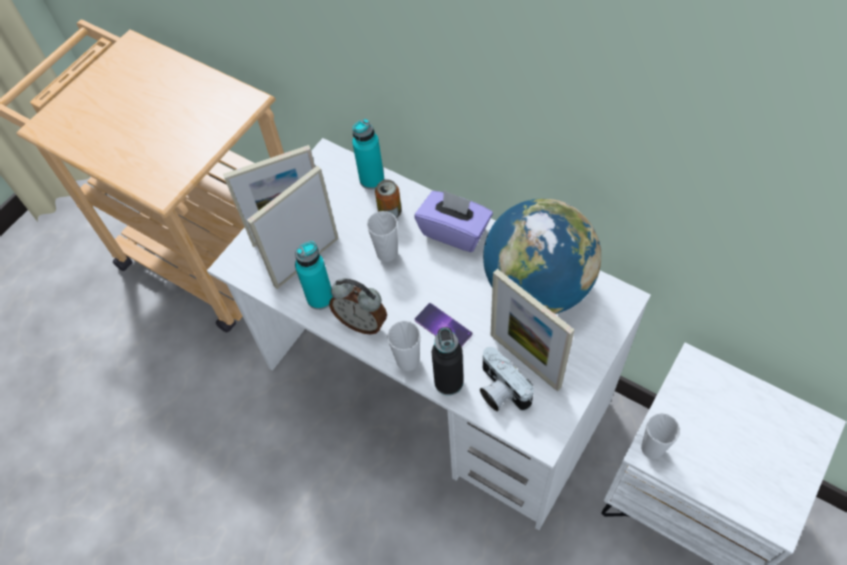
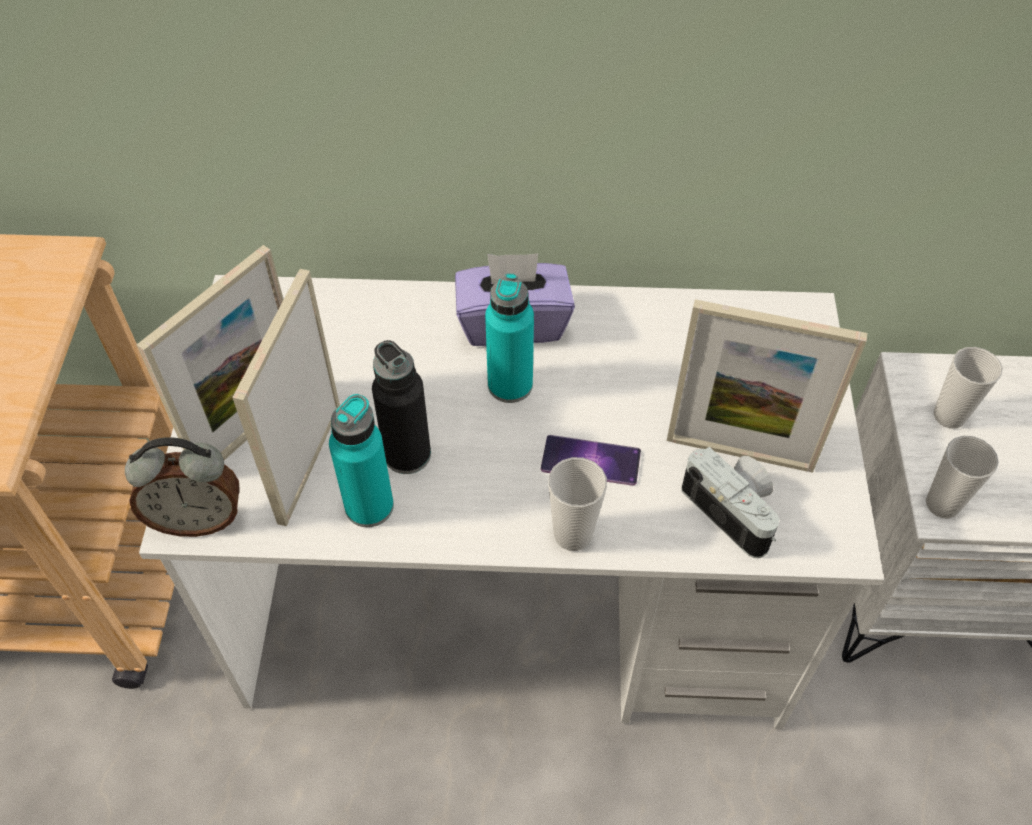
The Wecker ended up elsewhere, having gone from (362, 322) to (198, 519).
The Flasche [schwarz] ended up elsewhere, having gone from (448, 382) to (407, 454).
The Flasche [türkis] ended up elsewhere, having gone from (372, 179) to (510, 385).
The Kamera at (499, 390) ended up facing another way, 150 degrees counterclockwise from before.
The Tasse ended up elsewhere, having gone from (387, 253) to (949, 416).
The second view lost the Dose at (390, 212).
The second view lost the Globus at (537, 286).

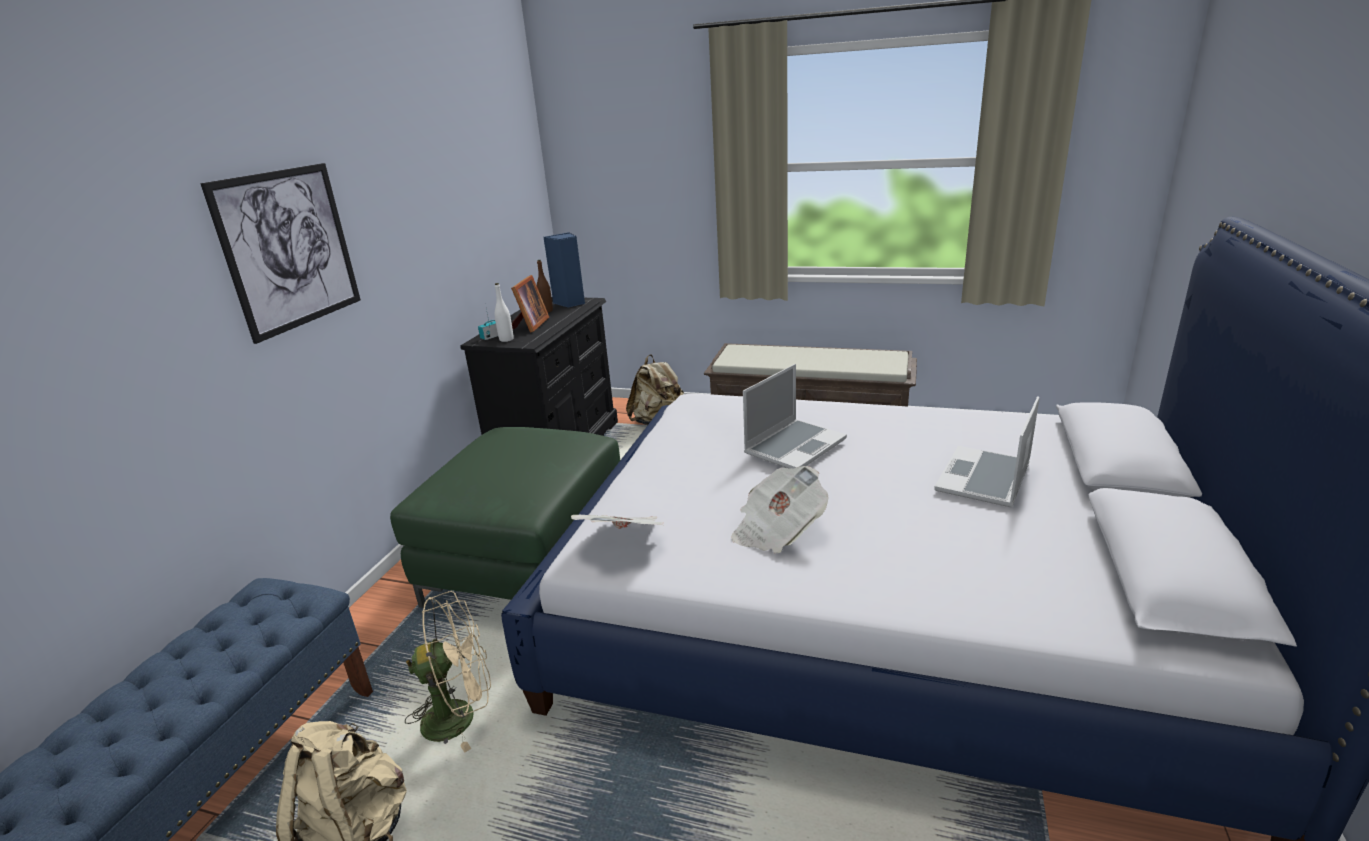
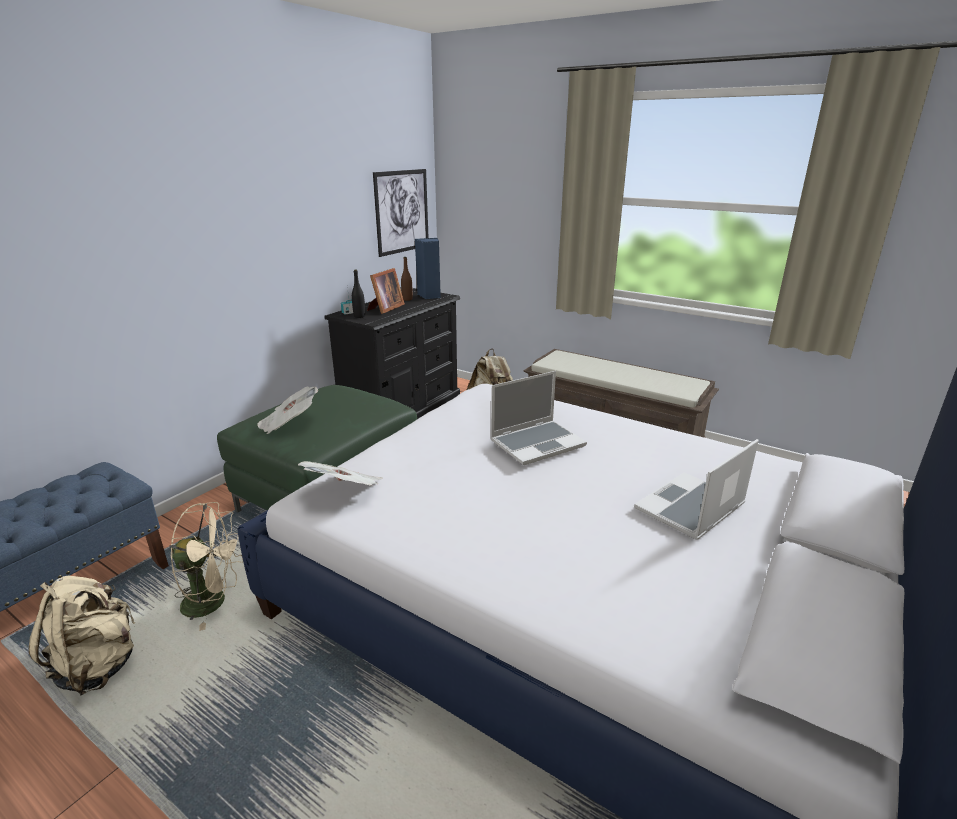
The Zeitung ended up elsewhere, having gone from (777, 530) to (289, 424).
What was the Flasche [weiß] at (506, 339) turned into the Flasche [schwarz] at (359, 316).
The Bild ended up elsewhere, having gone from (289, 249) to (402, 211).

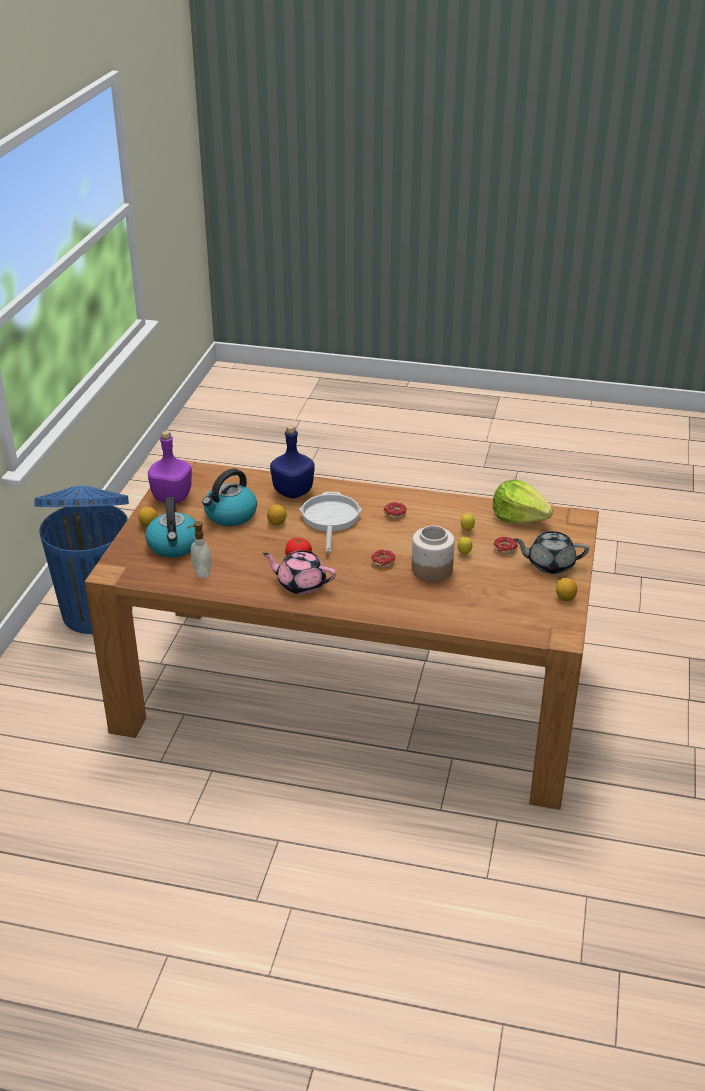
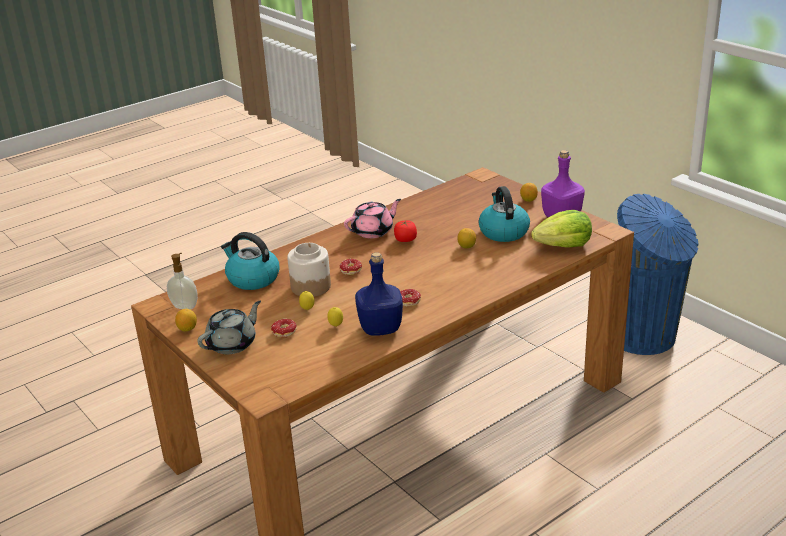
The Seifenspender ended up elsewhere, having gone from (201, 572) to (185, 306).
The Wasserkessel ended up elsewhere, having gone from (174, 546) to (252, 279).
The Flasche [blau] ended up elsewhere, having gone from (293, 491) to (381, 329).
The Salatkopf ended up elsewhere, having gone from (519, 517) to (564, 246).
The second view lost the Pfanne at (330, 519).

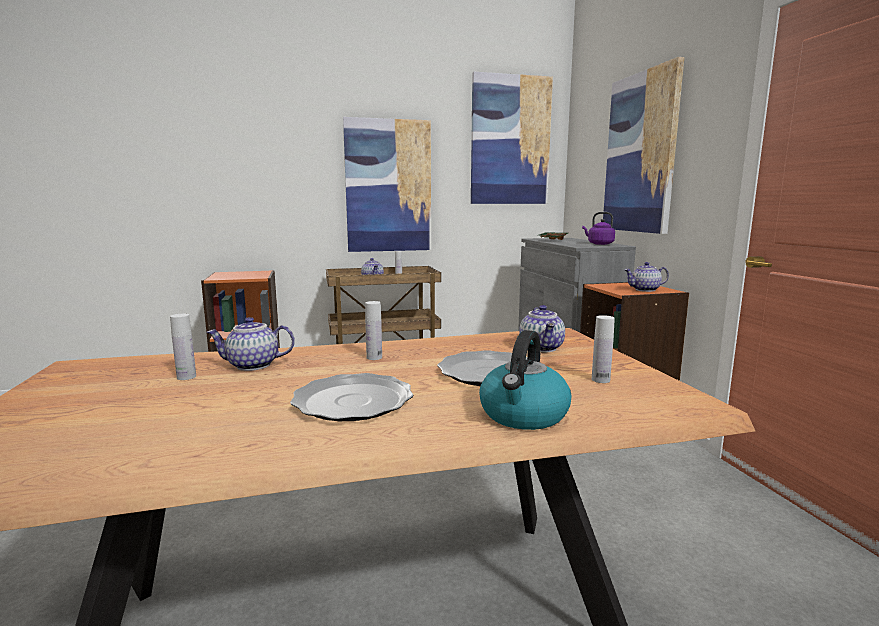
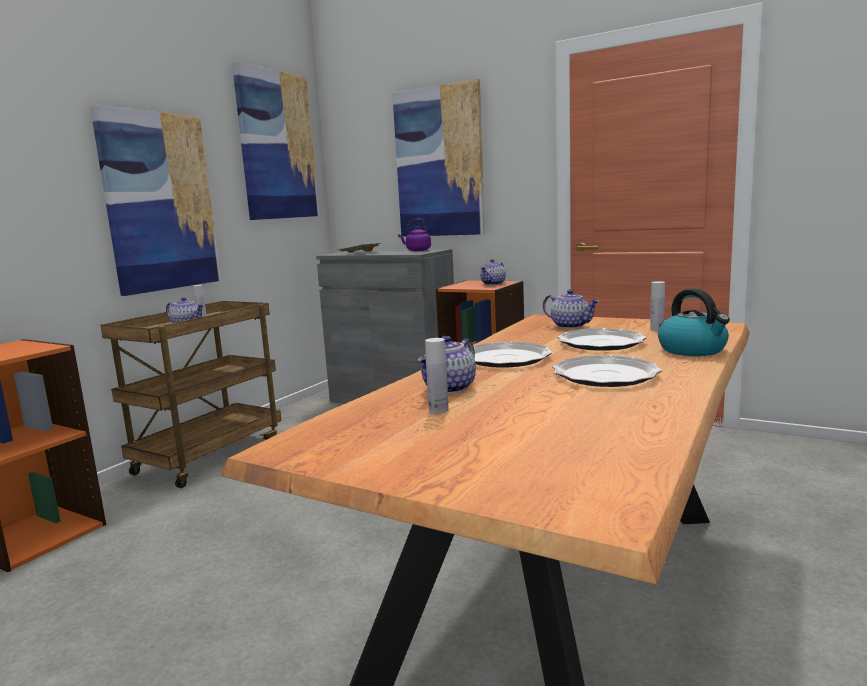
Where the Flasche [weiß] stood at (374, 357), the Teller came to stand at (506, 358).

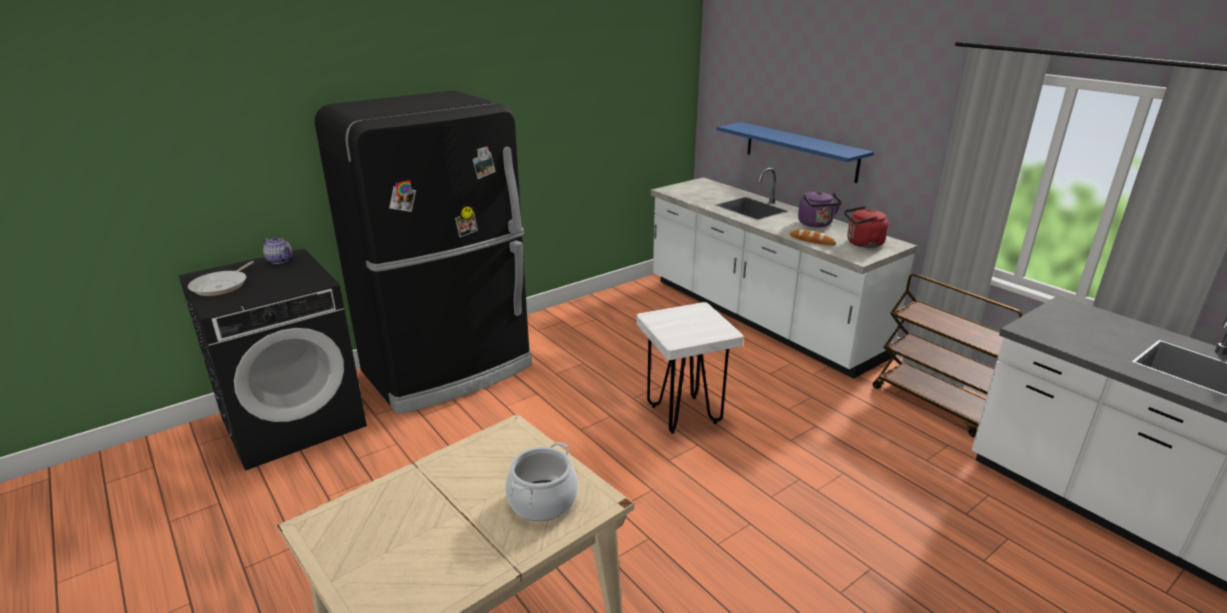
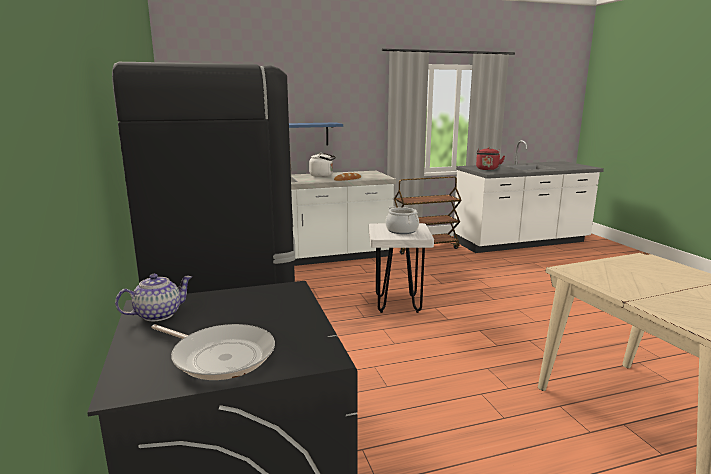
What was the Wasserkessel [lila] at (816, 224) turned into the Wasserkessel [weiß] at (323, 176).
The Kochtopf ended up elsewhere, having gone from (542, 501) to (402, 230).
The Wasserkessel [rot] ended up elsewhere, having gone from (862, 243) to (487, 169).

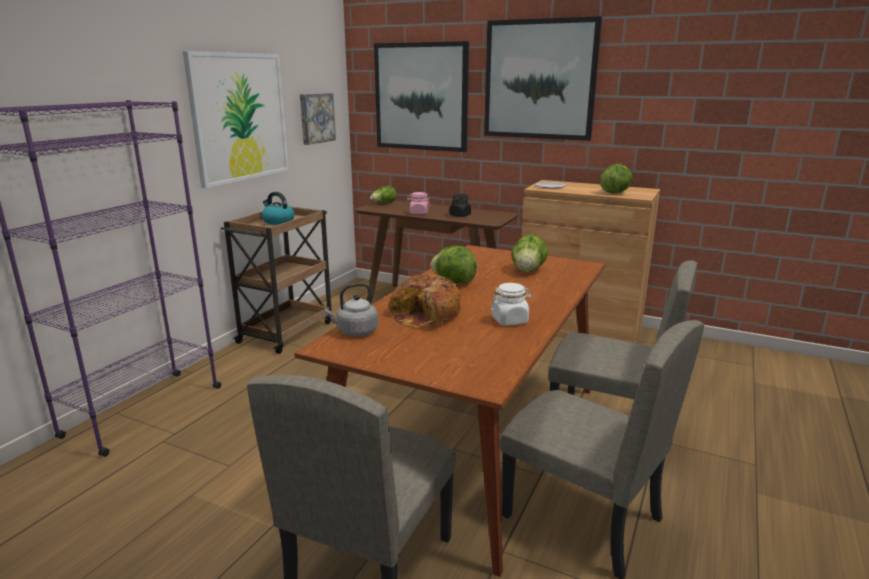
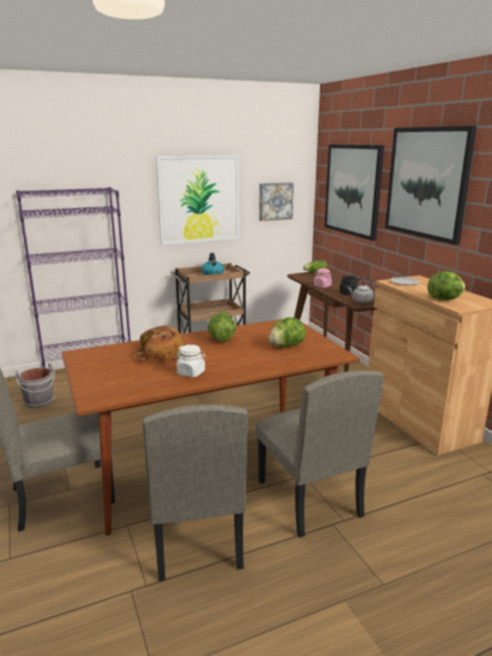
The second view gained the Eimer [grau] at (39, 402).
The Wasserkessel [grau] ended up elsewhere, having gone from (355, 332) to (361, 301).

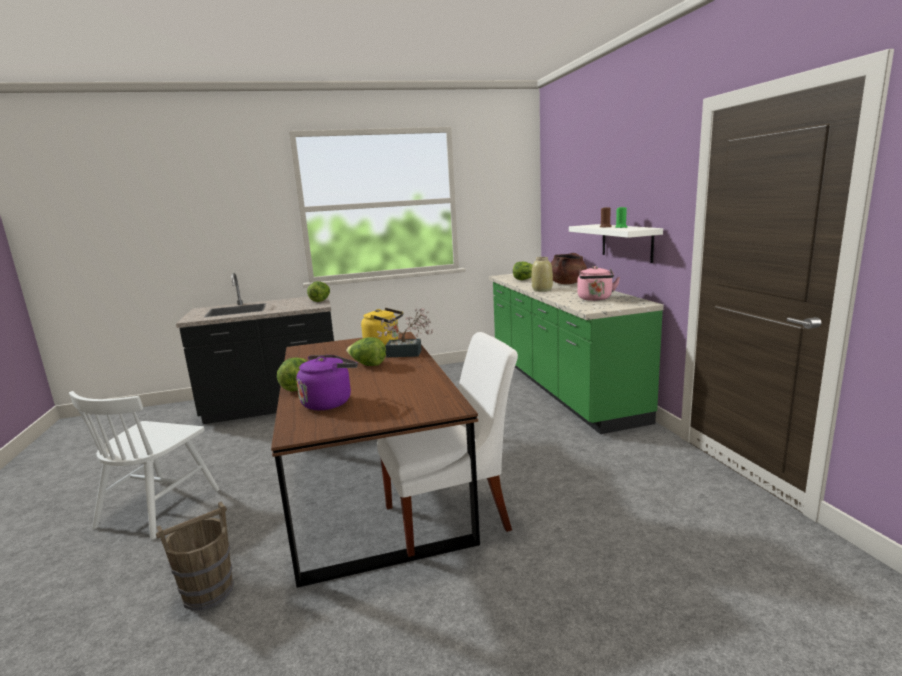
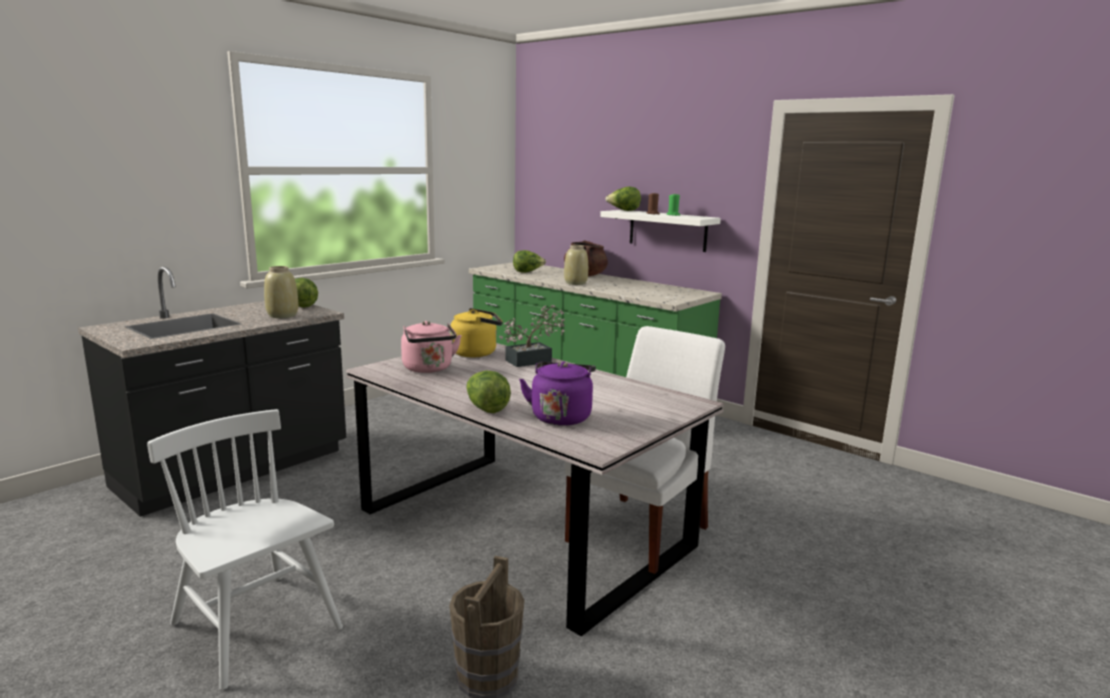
The Stuhl [weiß] at (159, 507) ended up facing another way, 150 degrees clockwise from before.
The second view gained the Vase [beige] at (283, 315).
What was the Esstisch [braun] at (375, 486) turned into the Esstisch [grau] at (524, 526).
The Wasserkessel [rosa] ended up elsewhere, having gone from (595, 299) to (429, 369).
The Salatkopf ended up elsewhere, having gone from (367, 365) to (624, 210).

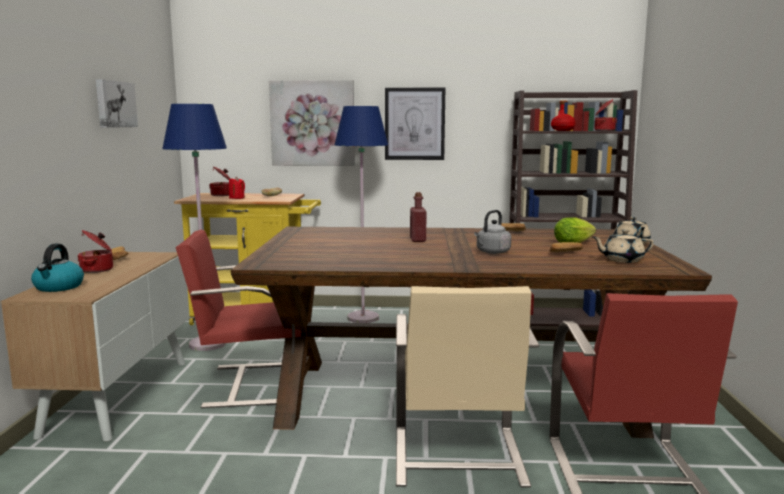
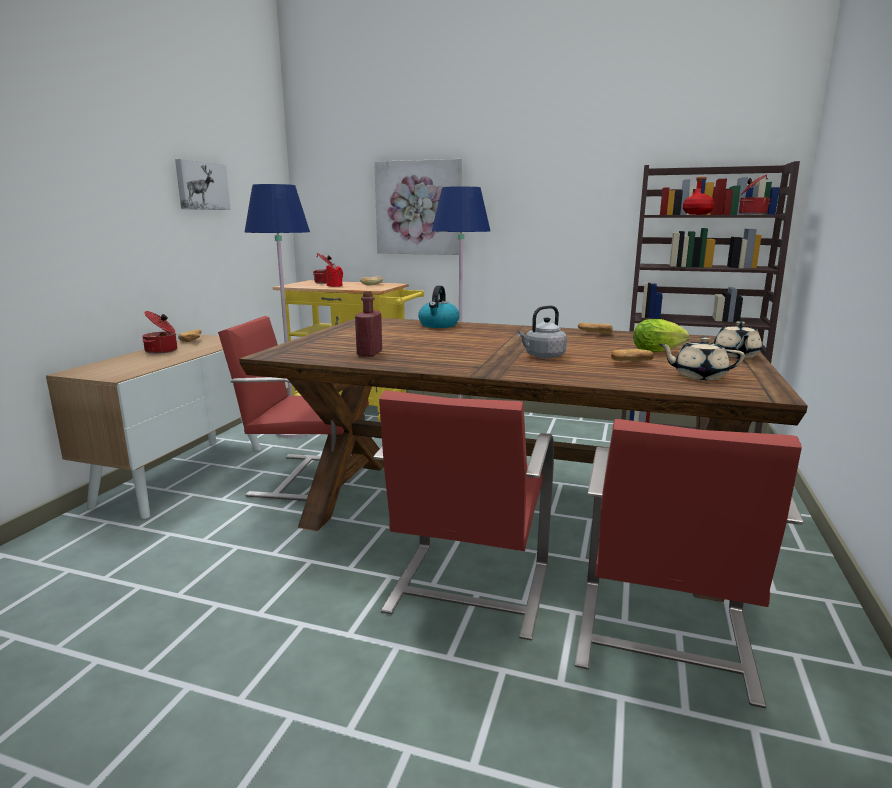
The Flasche [rot] ended up elsewhere, having gone from (417, 240) to (369, 353).
What was the Stuhl [beige] at (457, 458) turned into the Stuhl [rot] at (467, 589).
The Wasserkessel ended up elsewhere, having gone from (59, 287) to (439, 325).
The second view lost the Bild at (414, 124).

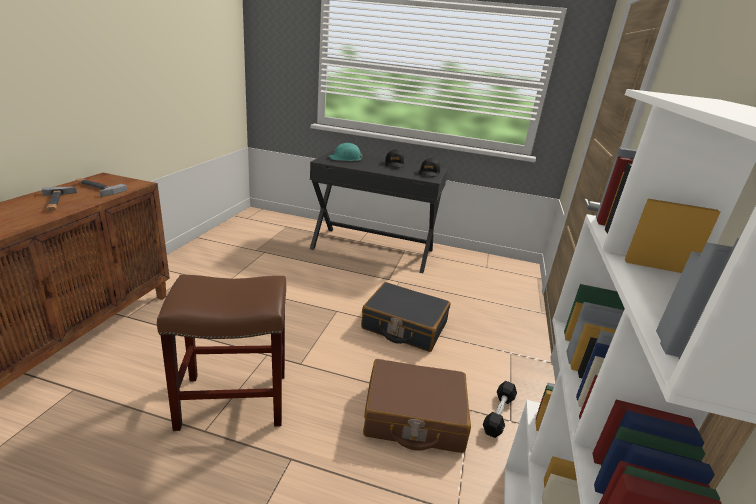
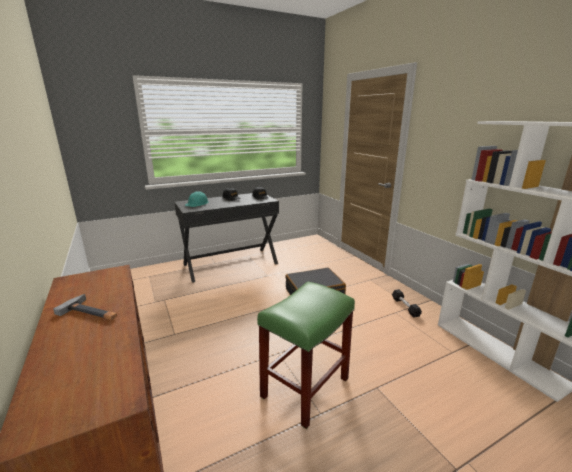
What was the Hocker [braun] at (232, 400) turned into the Hocker [grün] at (305, 388).
The second view lost the Hammer at (96, 188).
The second view lost the Koffer [braun] at (414, 416).

